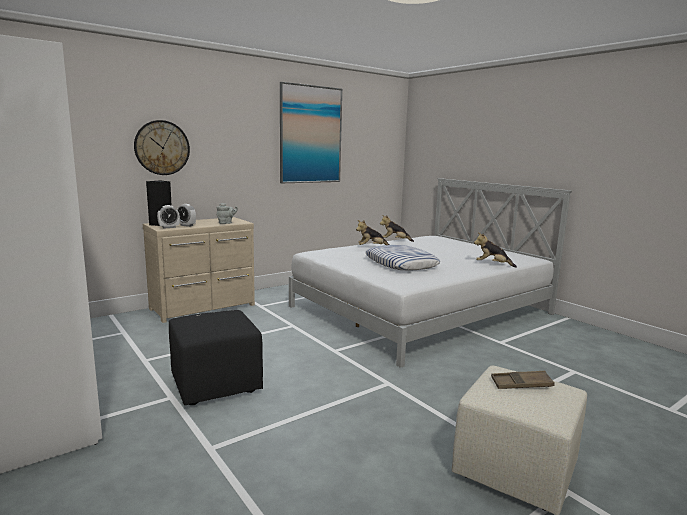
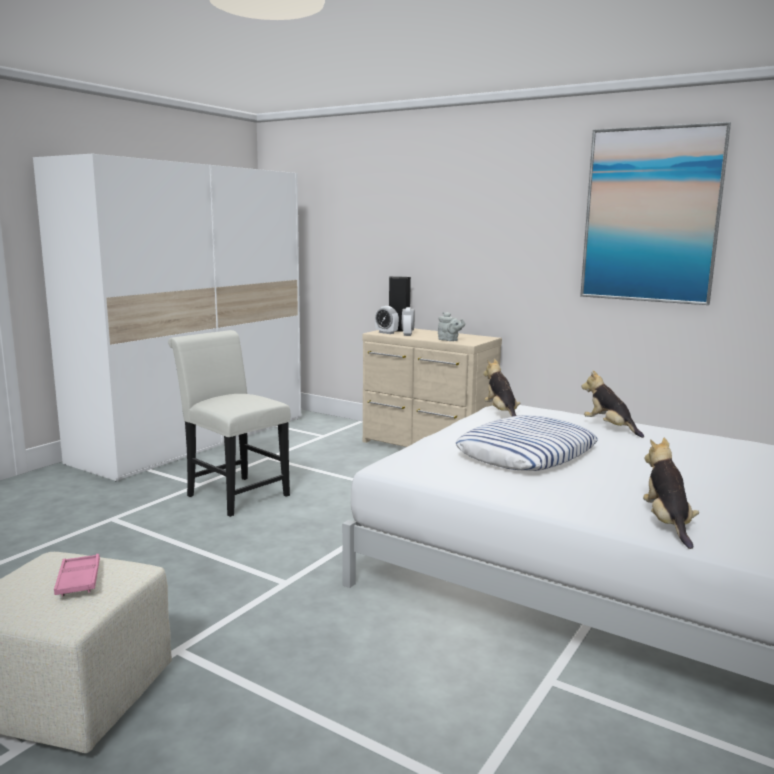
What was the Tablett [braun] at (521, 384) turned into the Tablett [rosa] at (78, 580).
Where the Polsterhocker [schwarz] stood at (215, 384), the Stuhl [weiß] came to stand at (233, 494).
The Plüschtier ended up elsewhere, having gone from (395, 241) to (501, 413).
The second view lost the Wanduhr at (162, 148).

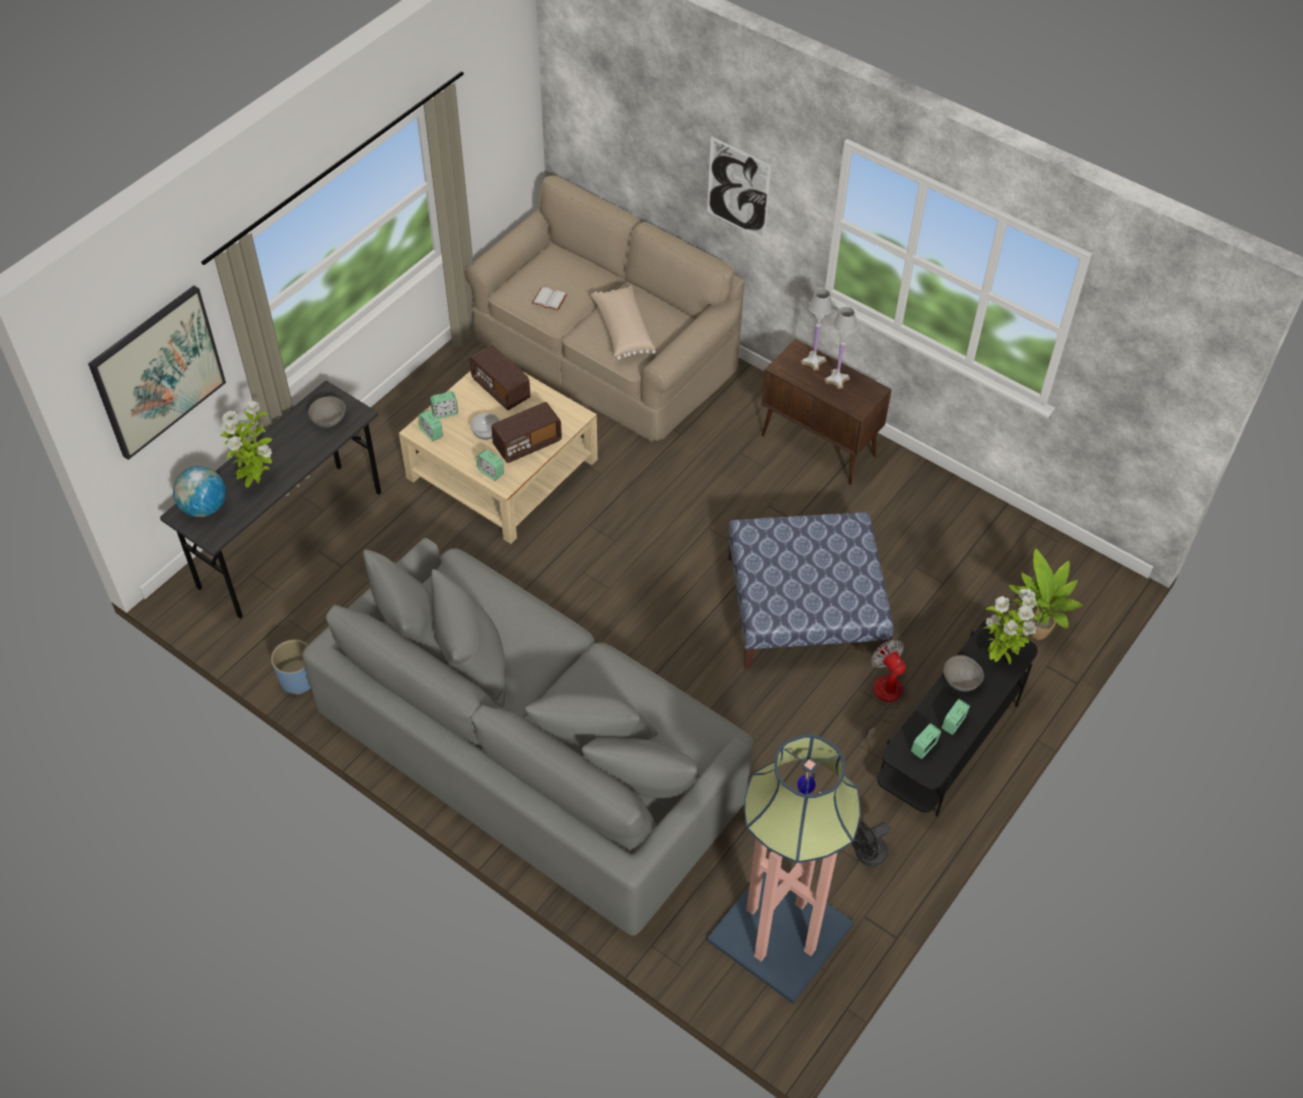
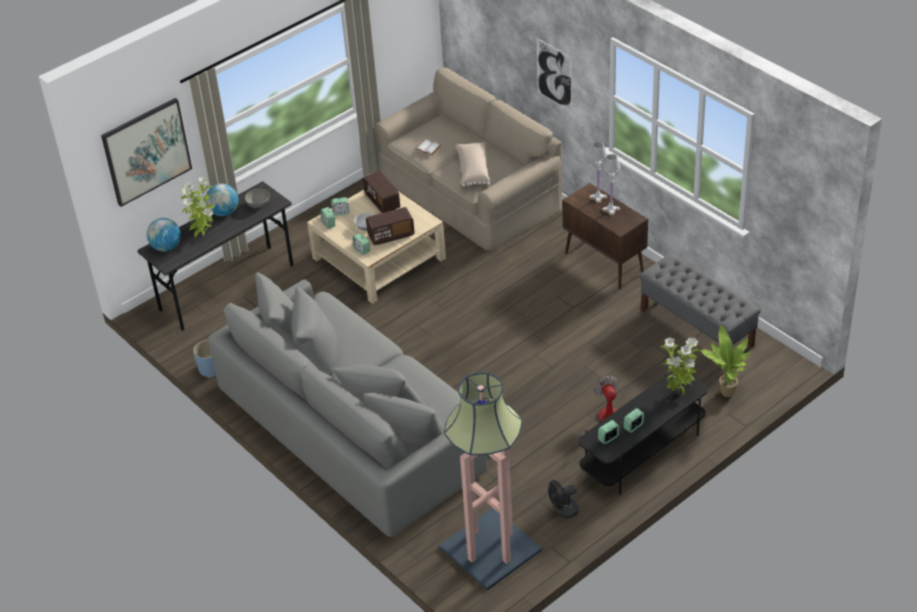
The second view gained the Globus at (224, 212).
The second view gained the Bank [grau] at (697, 328).
The second view lost the Polsterhocker at (805, 608).
The second view lost the Schüssel [grau] at (960, 681).

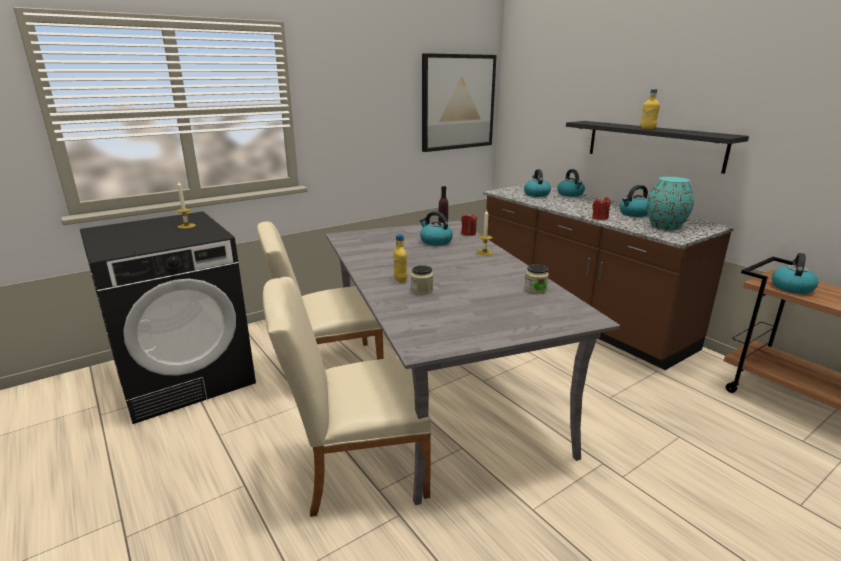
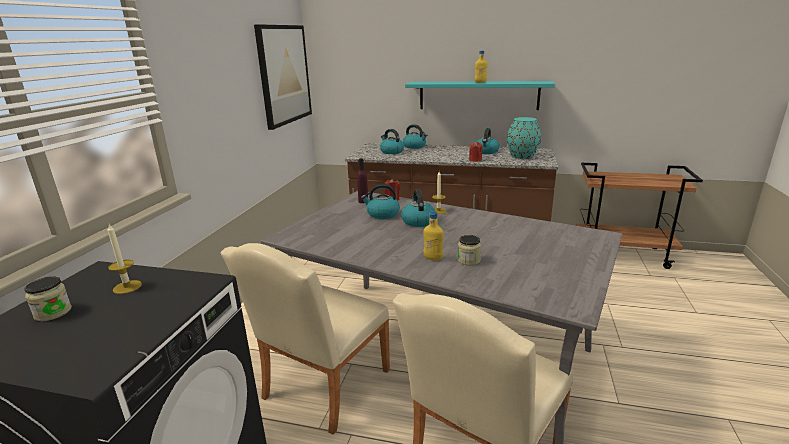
The Vorratsglas ended up elsewhere, having gone from (535, 289) to (53, 312).
The Wasserkessel ended up elsewhere, having gone from (791, 287) to (418, 221).
What was the Wandregal [schwarz] at (653, 145) turned into the Wandregal [türkis] at (478, 95).

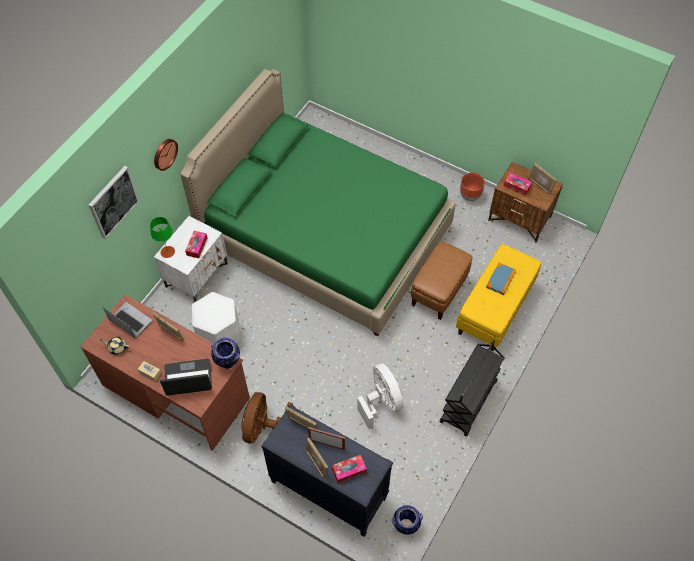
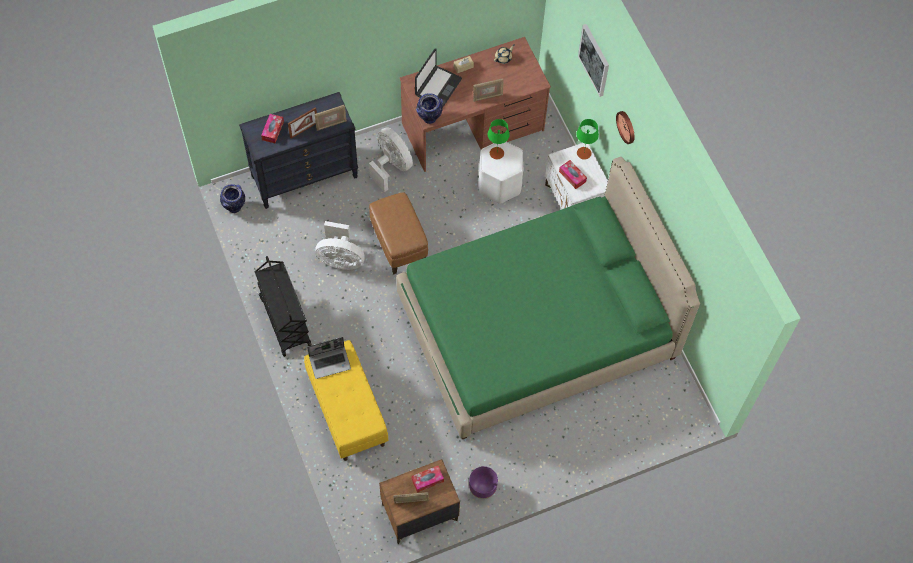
The Laptop ended up elsewhere, having gone from (129, 321) to (330, 362).
What was the Ventilator [braun] at (263, 427) turned into the Ventilator [weiß] at (391, 166).
The Polsterhocker [braun] ended up elsewhere, having gone from (439, 292) to (399, 245).
What was the Pflanzkübel [braun] at (470, 196) turned into the Pflanzkübel [lila] at (482, 488).
The second view gained the Tischlampe [grün] at (497, 153).
The second view lost the Bilderrahmen at (317, 463).
The second view lost the Buch at (500, 279).

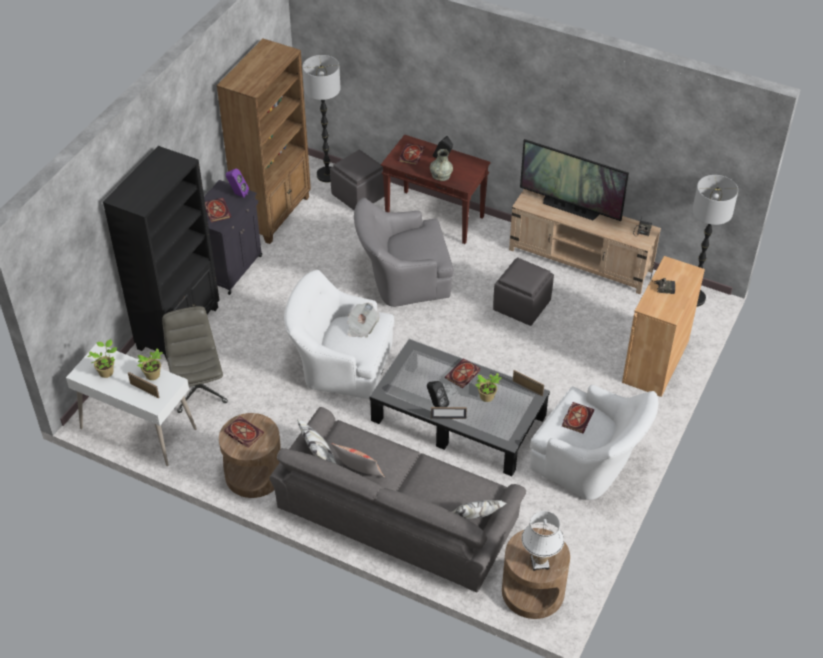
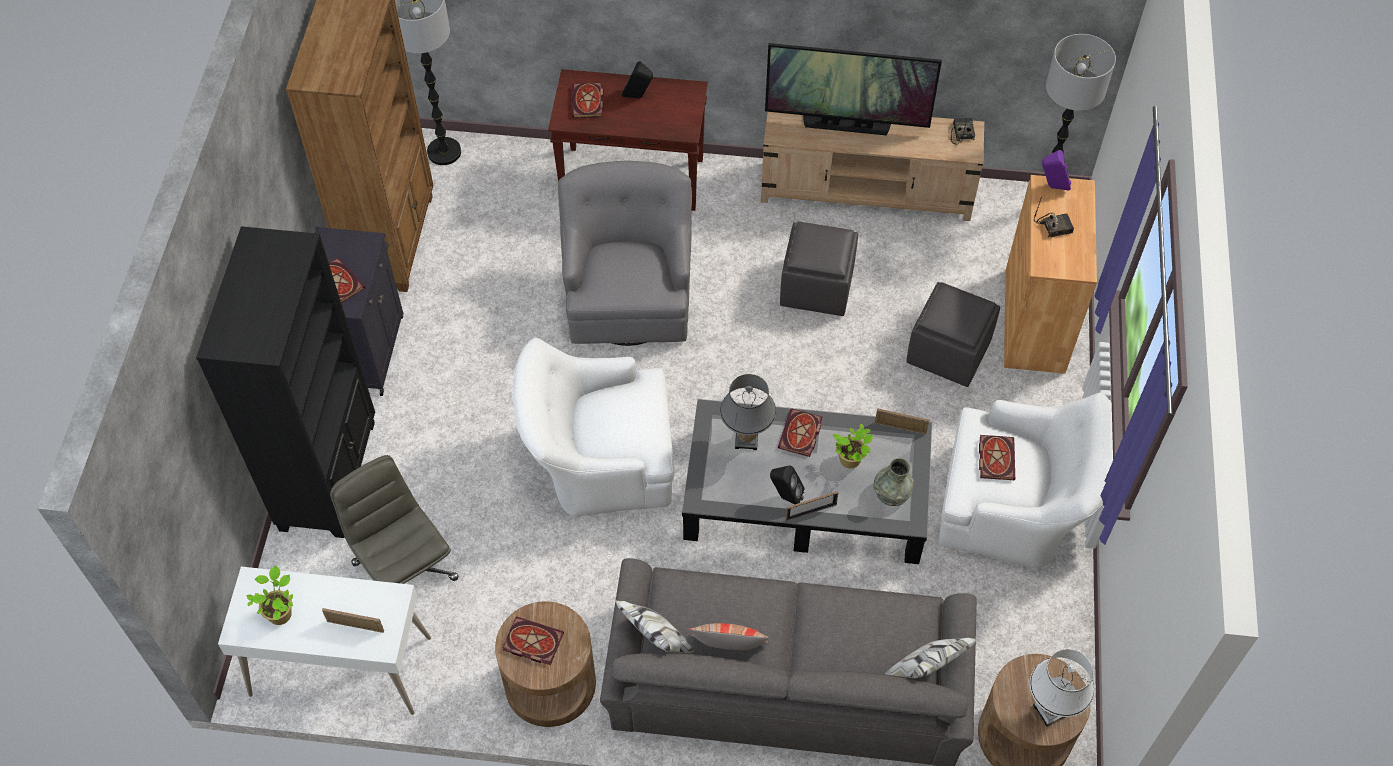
The Sessel [grau] at (402, 279) ended up facing another way, 120 degrees clockwise from before.
The second view gained the Tischlampe [grau] at (746, 440).
The Vase [grau] ended up elsewhere, having gone from (441, 175) to (892, 492).
The Polsterhocker [grau] ended up elsewhere, having gone from (359, 195) to (949, 351).
The Lautsprecher [lila] ended up elsewhere, having gone from (238, 194) to (1052, 186).
The second view lost the Topfpflanze at (153, 376).
The second view lost the Zeitung at (361, 327).

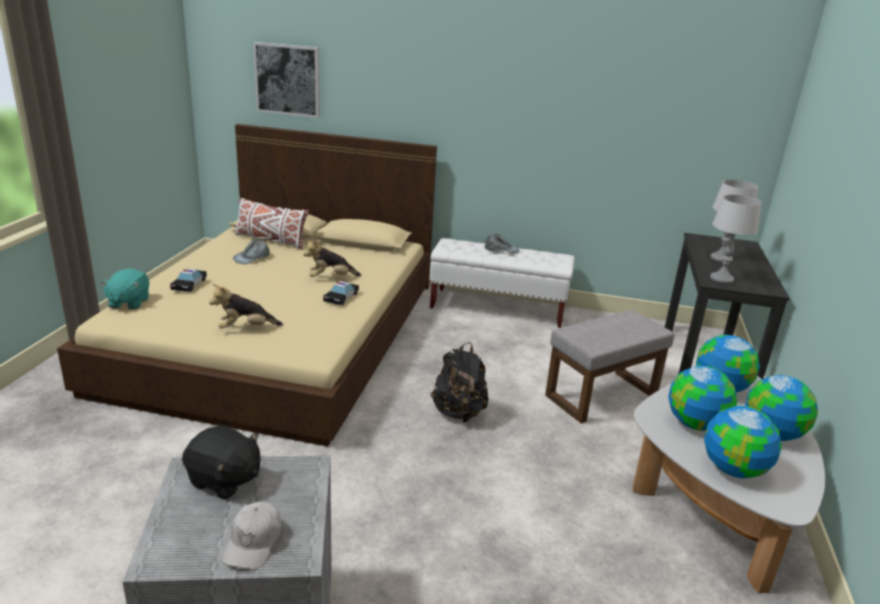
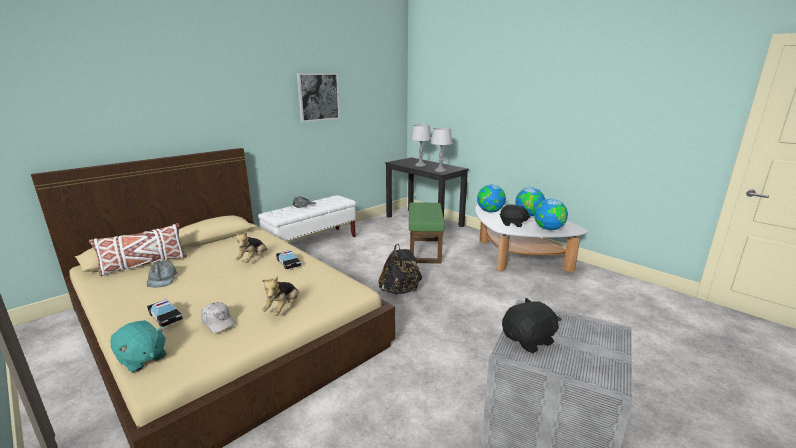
The Kappe [weiß] ended up elsewhere, having gone from (253, 542) to (218, 322).
The Bild ended up elsewhere, having gone from (288, 79) to (318, 97).
What was the Polsterhocker [grau] at (601, 395) turned into the Polsterhocker [grün] at (424, 250).
Where the Globus stood at (695, 423), the Plüschtier [schwarz] came to stand at (513, 224).

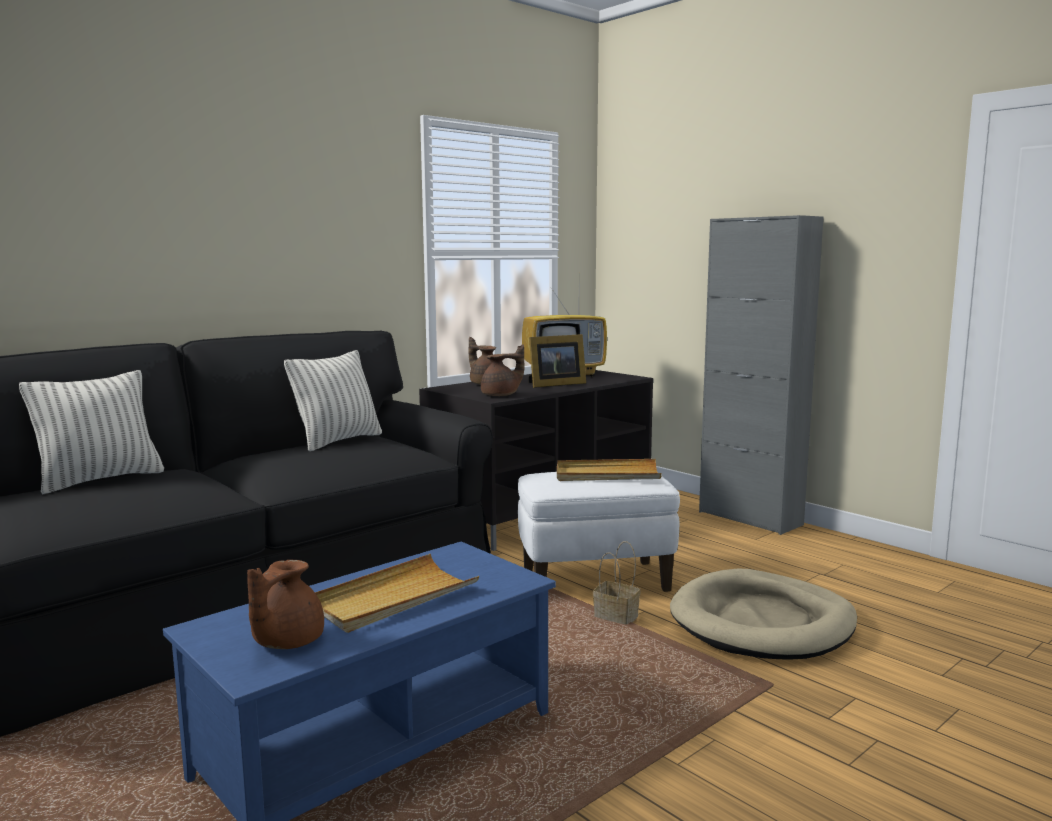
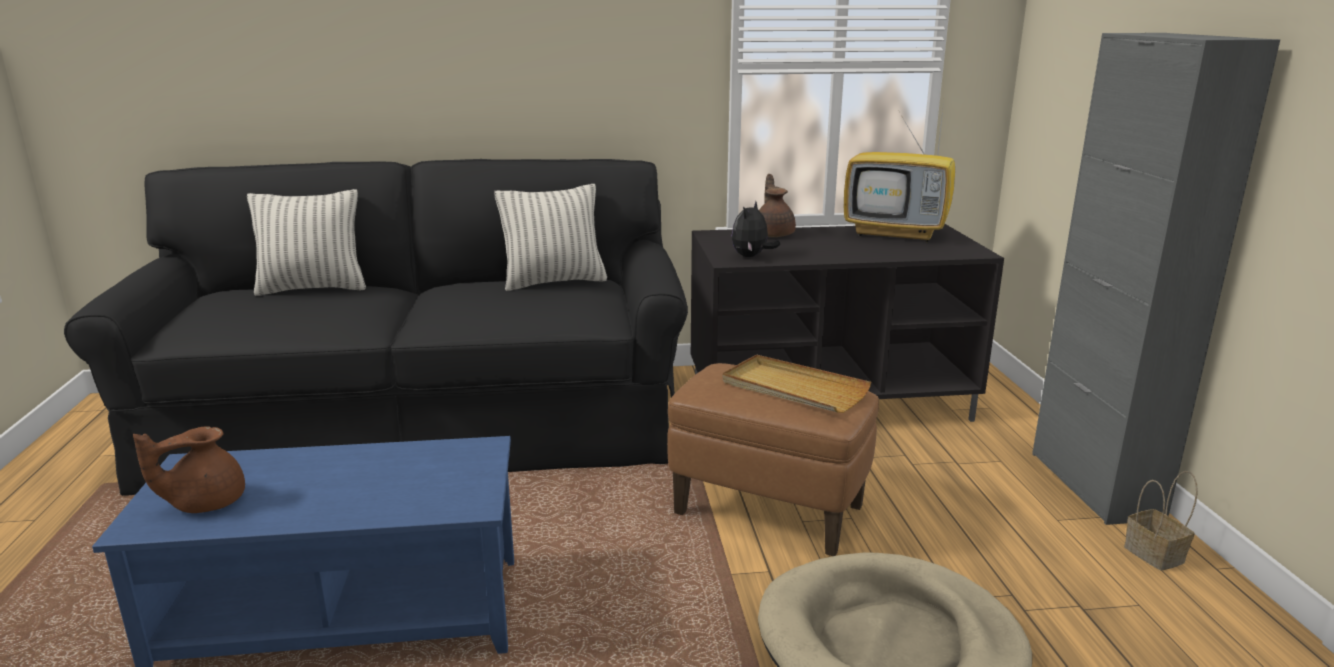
What was the Polsterhocker [weiß] at (596, 580) turned into the Polsterhocker [braun] at (769, 510).
Where the Teekanne [braun] stood at (501, 395), the Plüschtier came to stand at (751, 256).
The Korb ended up elsewhere, having gone from (617, 616) to (1156, 555).
The second view lost the Tablett [beige] at (392, 598).
The second view lost the Bilderrahmen at (554, 384).

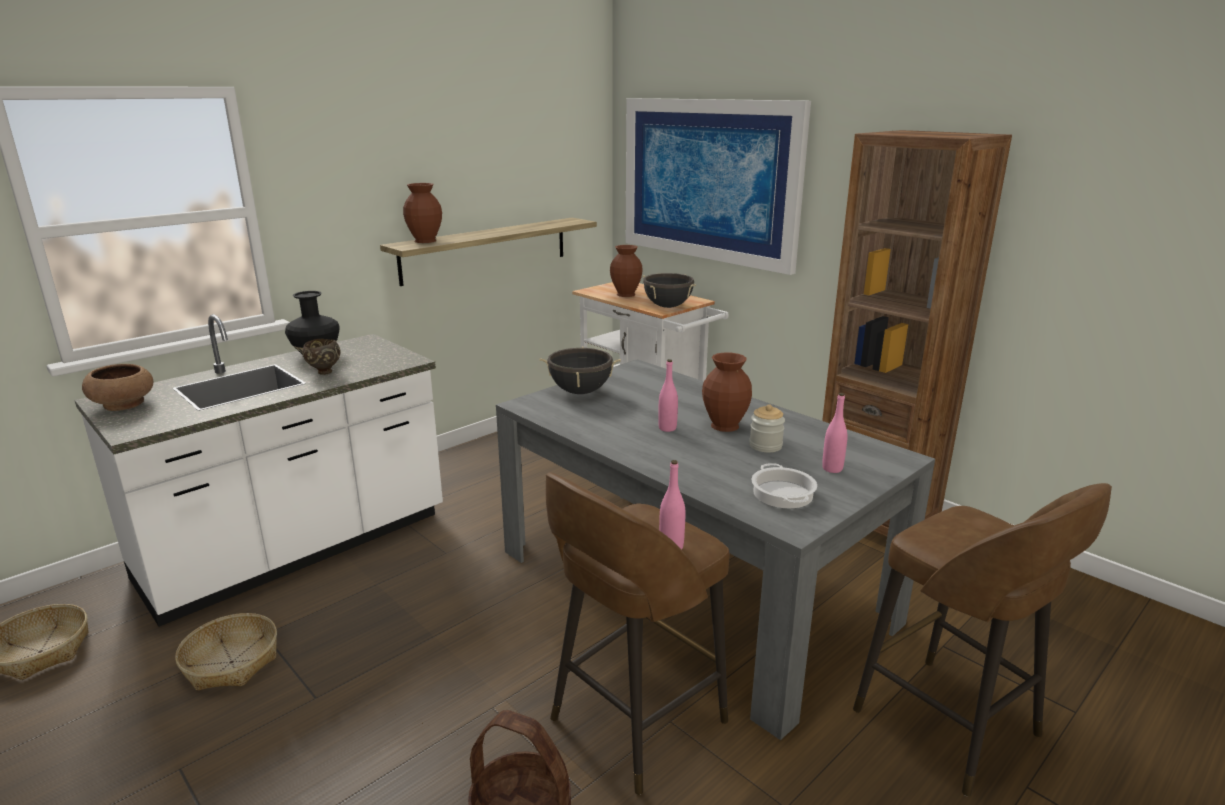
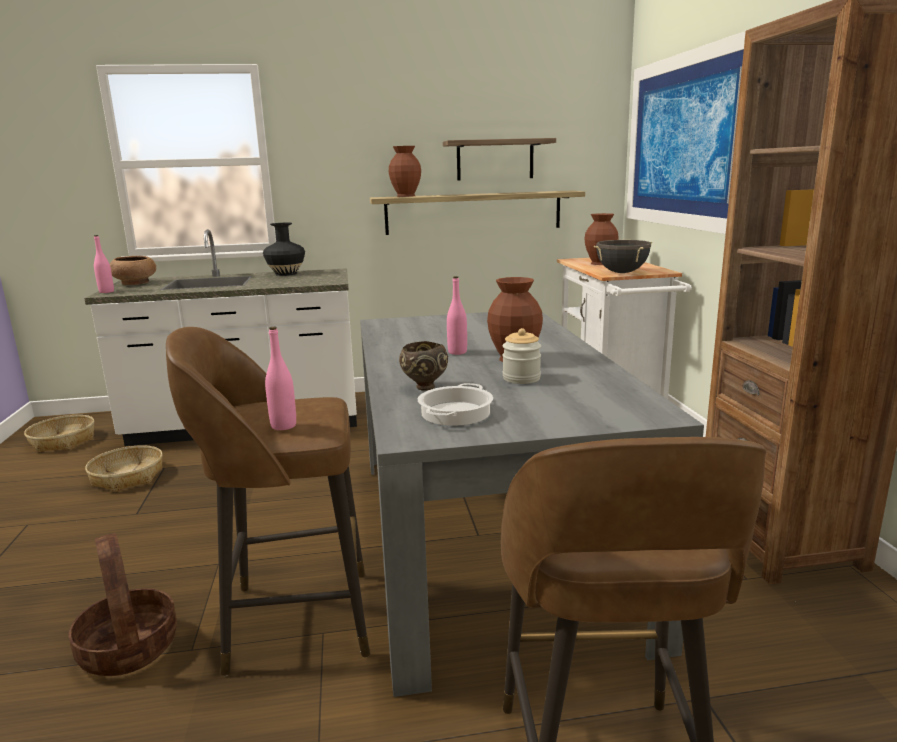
The Flasche [rosa] ended up elsewhere, having gone from (832, 468) to (106, 292).
The Schüssel [braun] ended up elsewhere, having gone from (324, 372) to (424, 387).
The second view gained the Wandregal at (495, 160).
The second view lost the Kochtopf [schwarz] at (580, 392).

